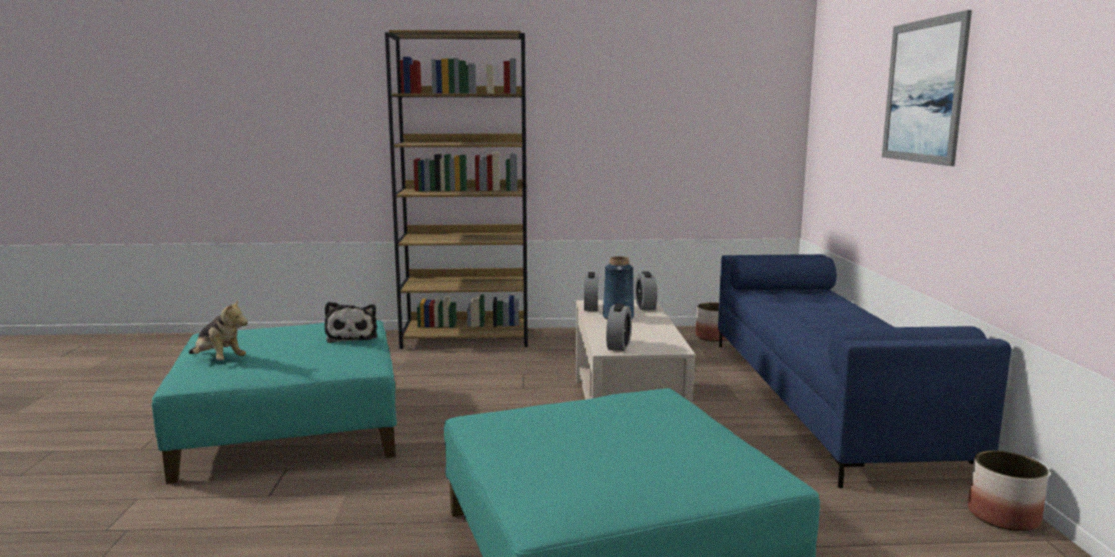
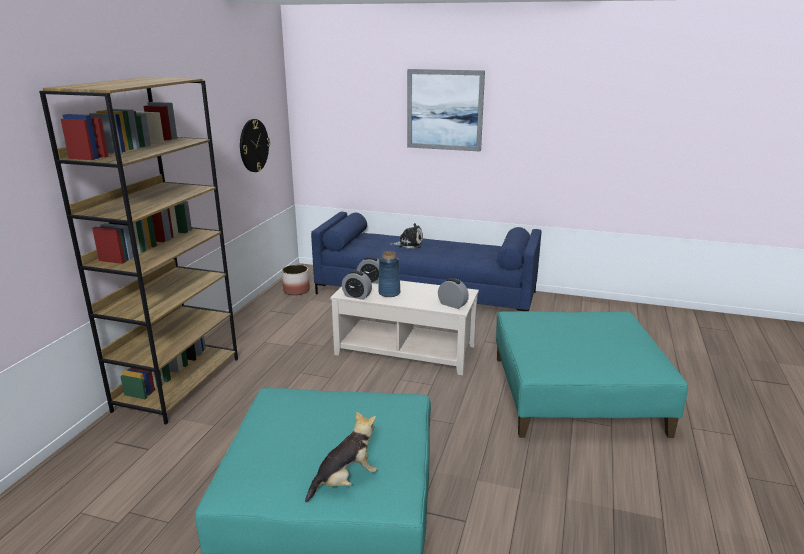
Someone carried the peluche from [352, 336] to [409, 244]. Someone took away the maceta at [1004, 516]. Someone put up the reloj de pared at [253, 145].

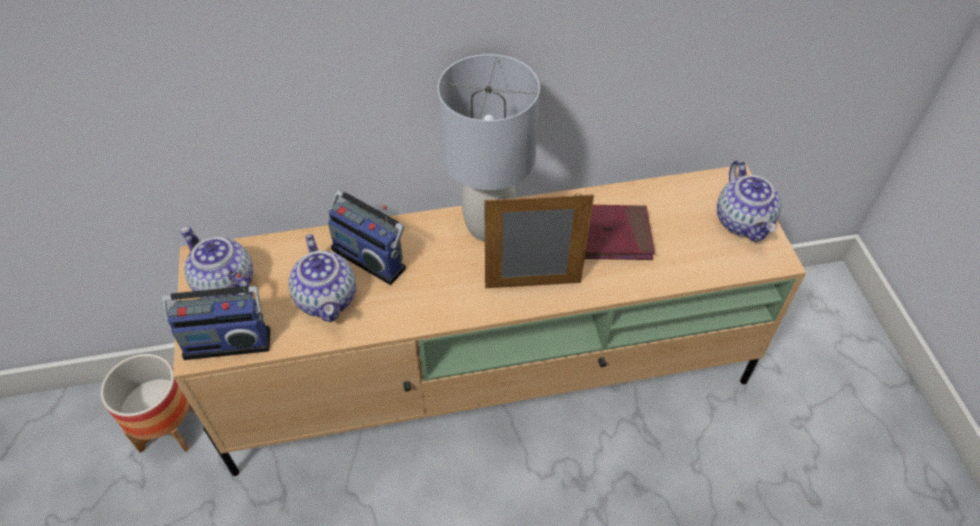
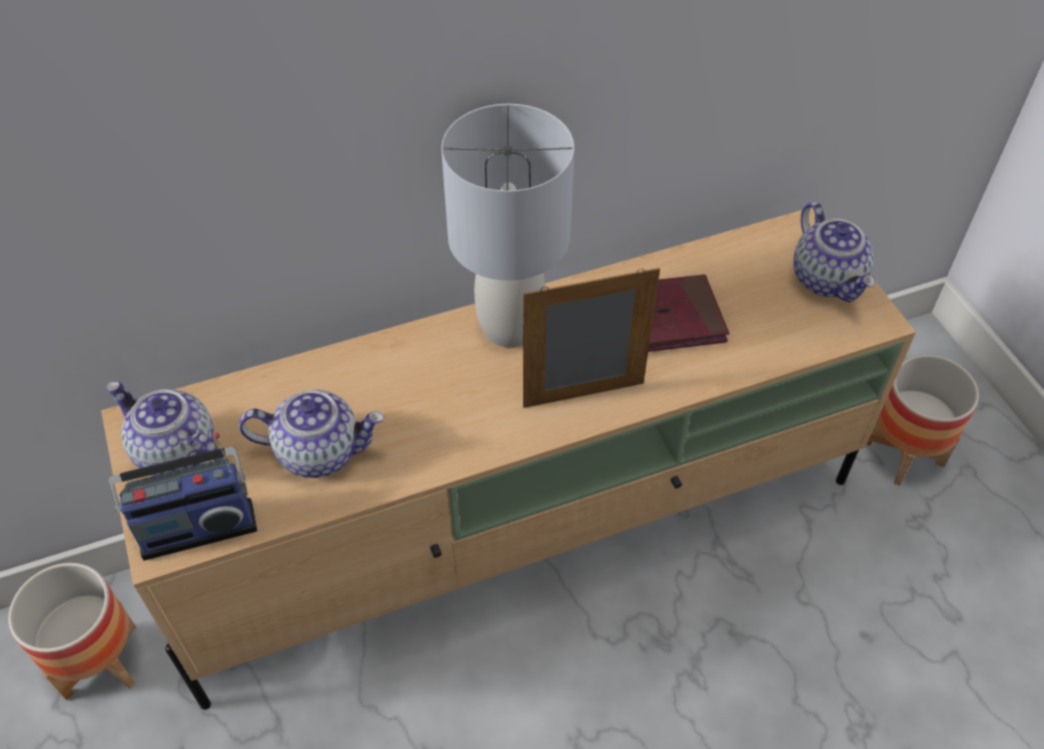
Someone took away the radio at [371, 256]. Someone rotated the tetera at [327, 298] by 60 degrees counterclockwise. Someone put down the maceta at [902, 452].

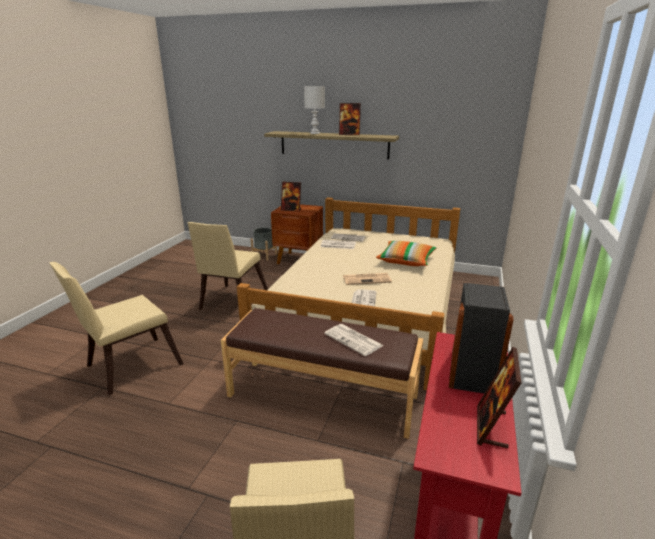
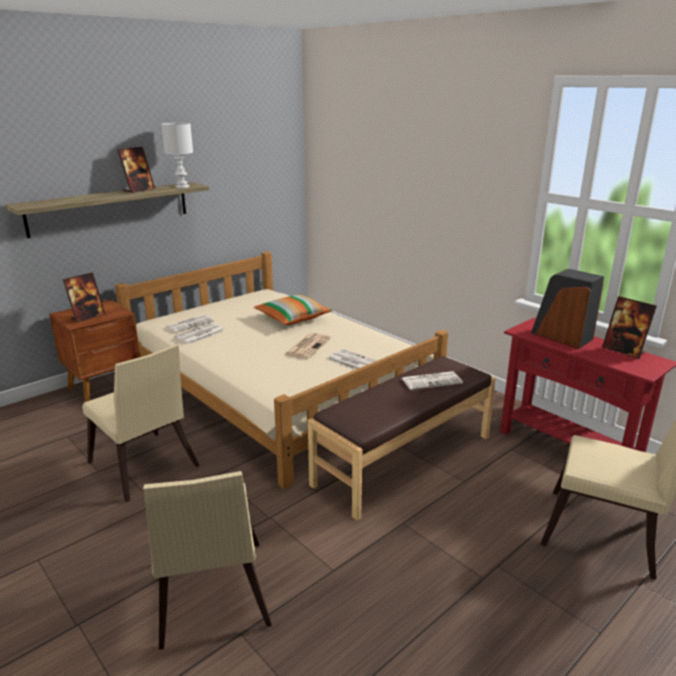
Someone carried the lámpara de mesa/blanco from [315, 133] to [182, 186]. Someone took away the maceta/gris at [264, 256].

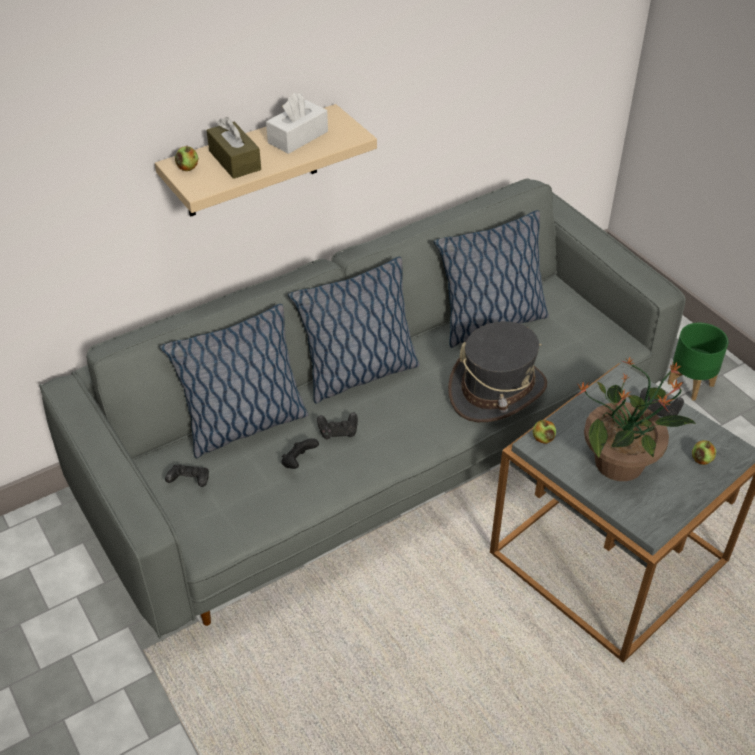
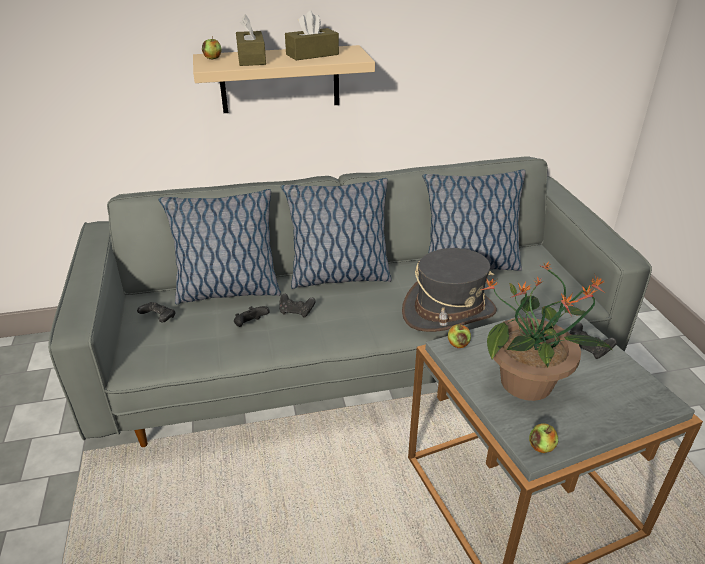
Someone repainted the caja de pañuelos/blanco at [298, 137], which became the caja de pañuelos/marrón at [312, 54]. Someone took away the maceta/verde at [691, 384]. Someone carried the manzana from [701, 459] to [541, 447].

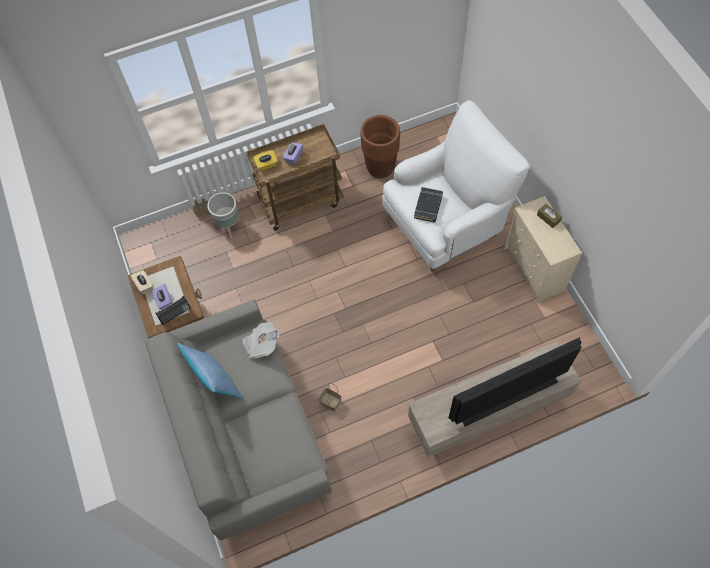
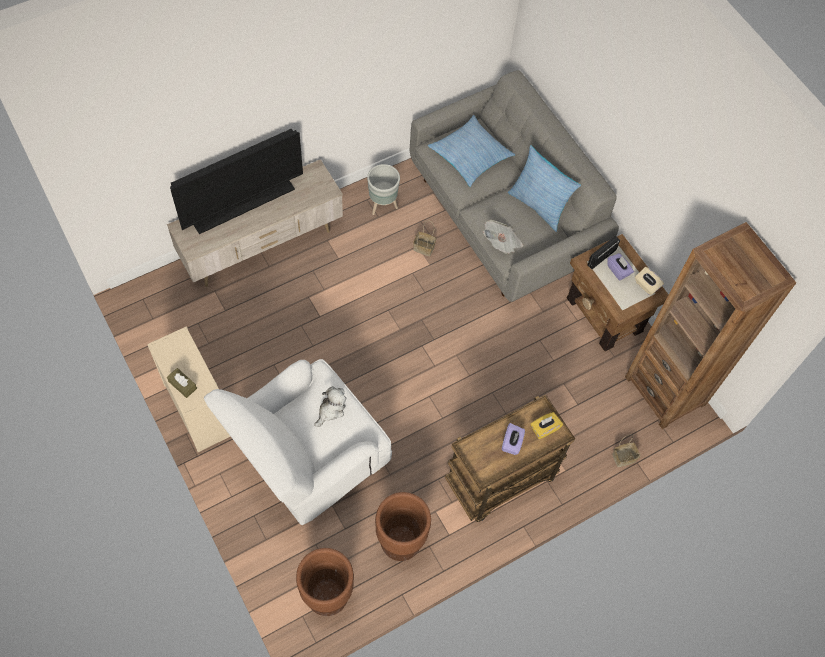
Someone swapped the libro/negro at [428, 206] for the peluche at [331, 410]. Someone carried the maceta/gris from [229, 227] to [383, 205]. Someone put down the cojín at [470, 155]. Someone put down the estantería/marrón at [665, 390]. Someone put down the maceta/marrón at [327, 597].

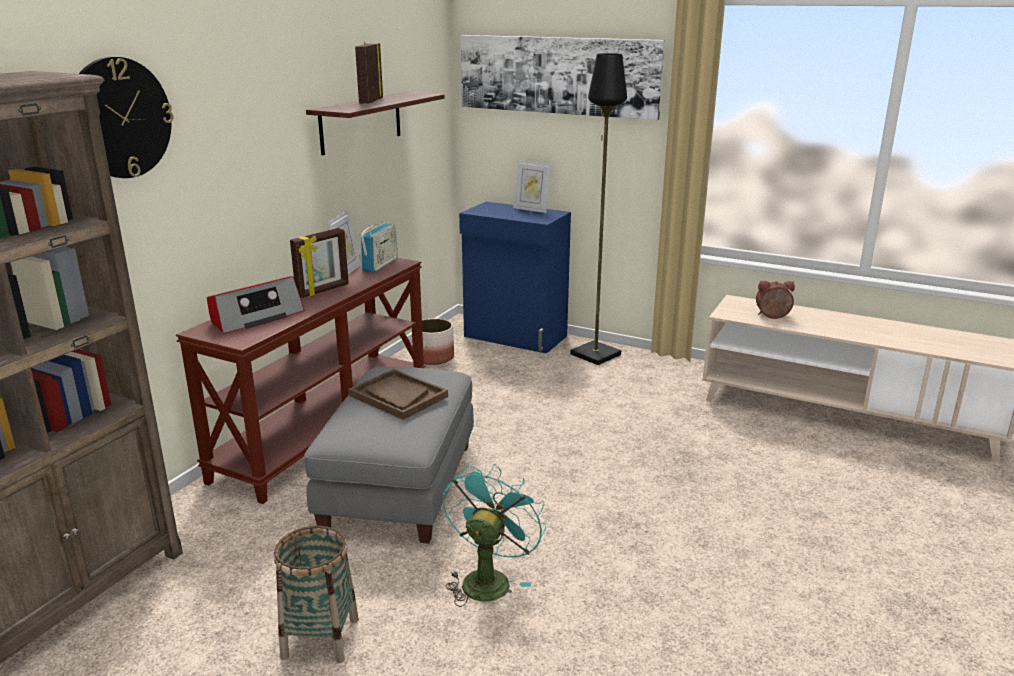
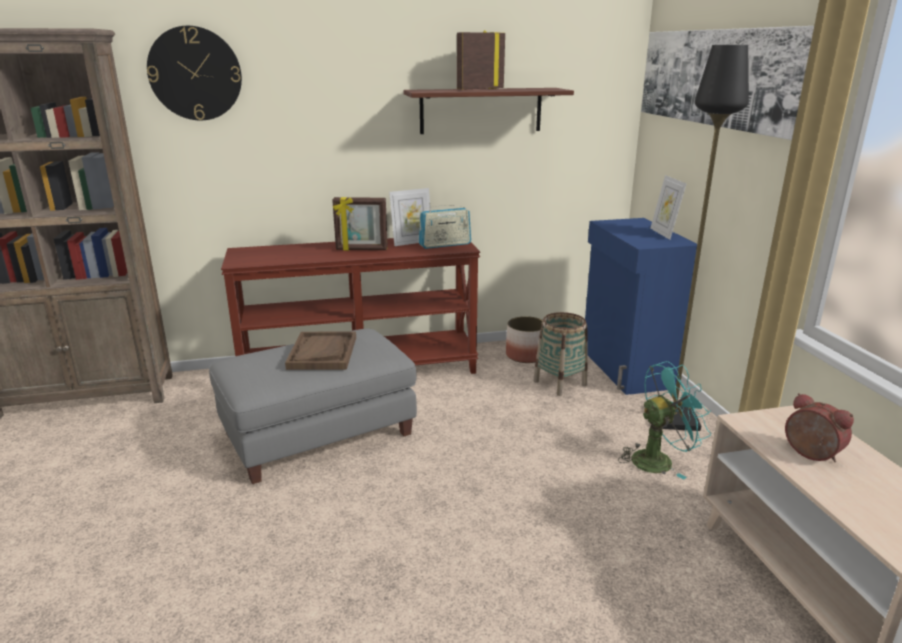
Someone took away the radio at [255, 317]. Someone carried the ventilador/turquesa from [488, 578] to [658, 459]. Someone carried the cesta from [320, 637] to [560, 383].

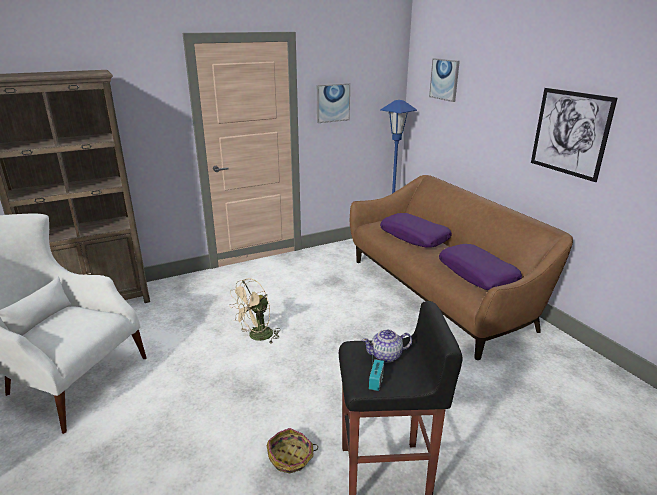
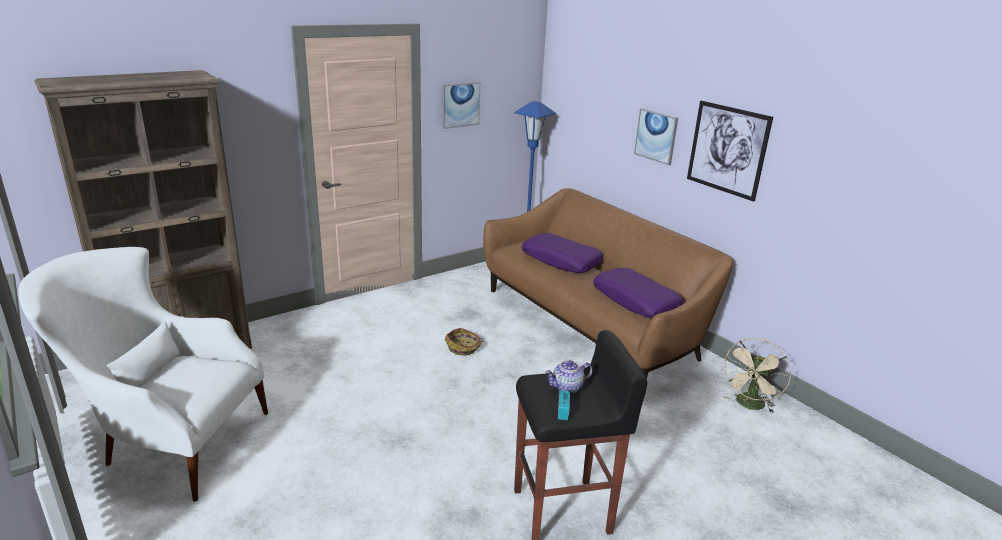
Someone carried the cuadro from [444, 79] to [656, 136]. Someone carried the ventilador/beis from [257, 337] to [749, 405]. Someone carried the cesta from [291, 458] to [463, 348].

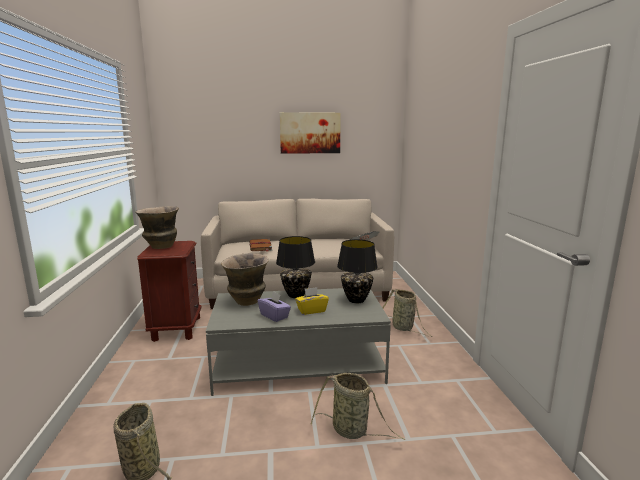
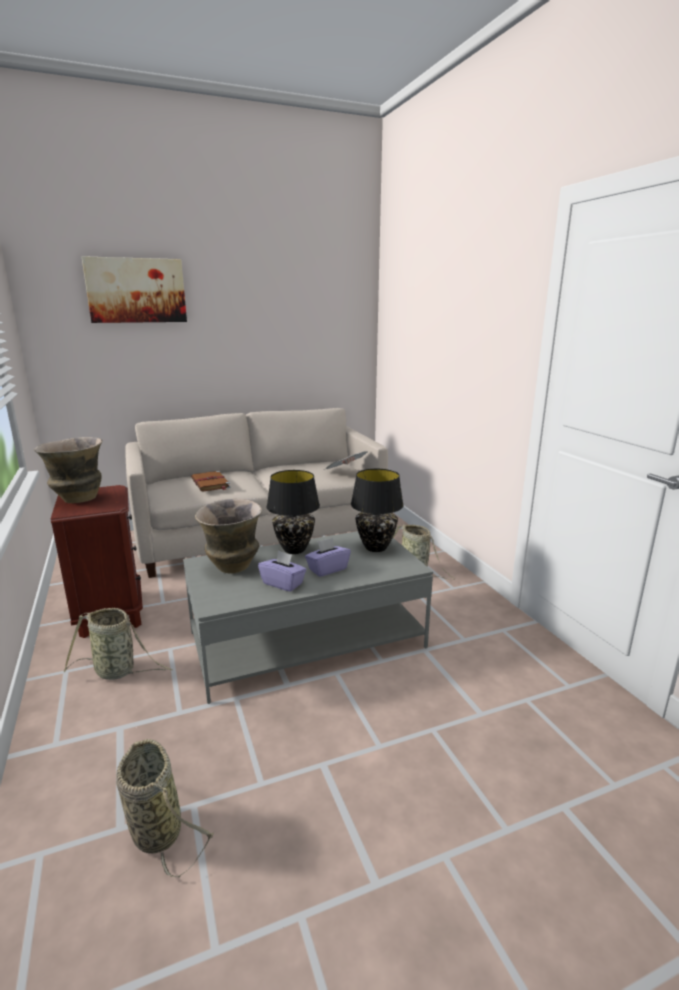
Someone carried the cuadro from [310, 133] to [136, 290]. Someone repainted the caja de pañuelos/amarillo at [311, 310], which became the caja de pañuelos/morado at [327, 569]. Someone carried the cesta from [352, 431] to [118, 671].

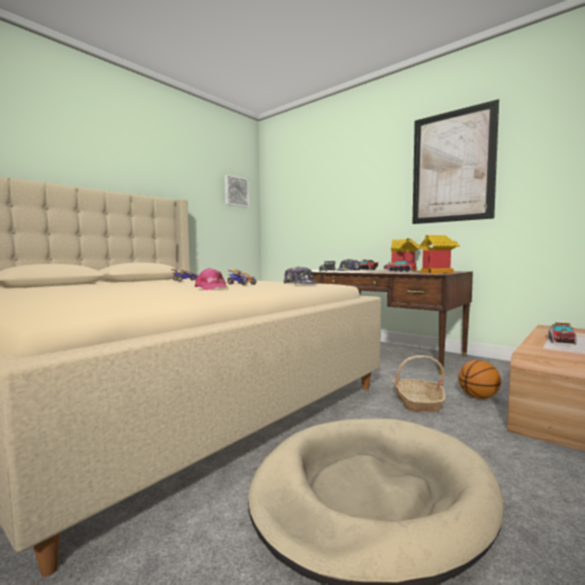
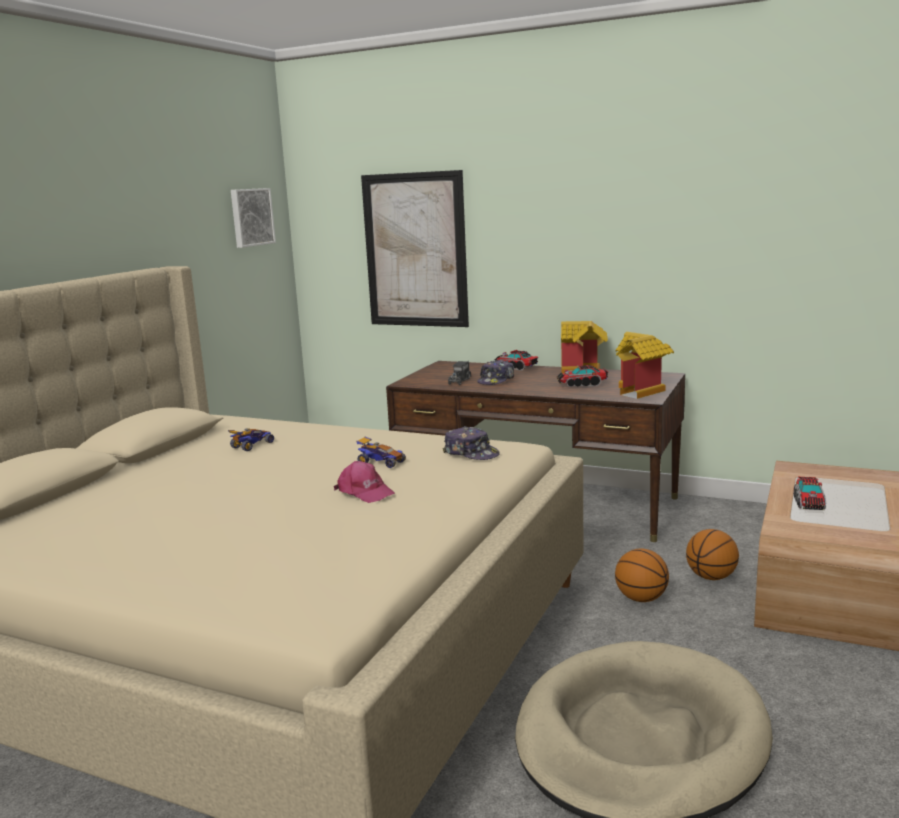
Someone carried the cuadro from [452, 167] to [415, 250]. Someone swapped the cesta at [417, 402] for the balón de baloncesto at [641, 599].

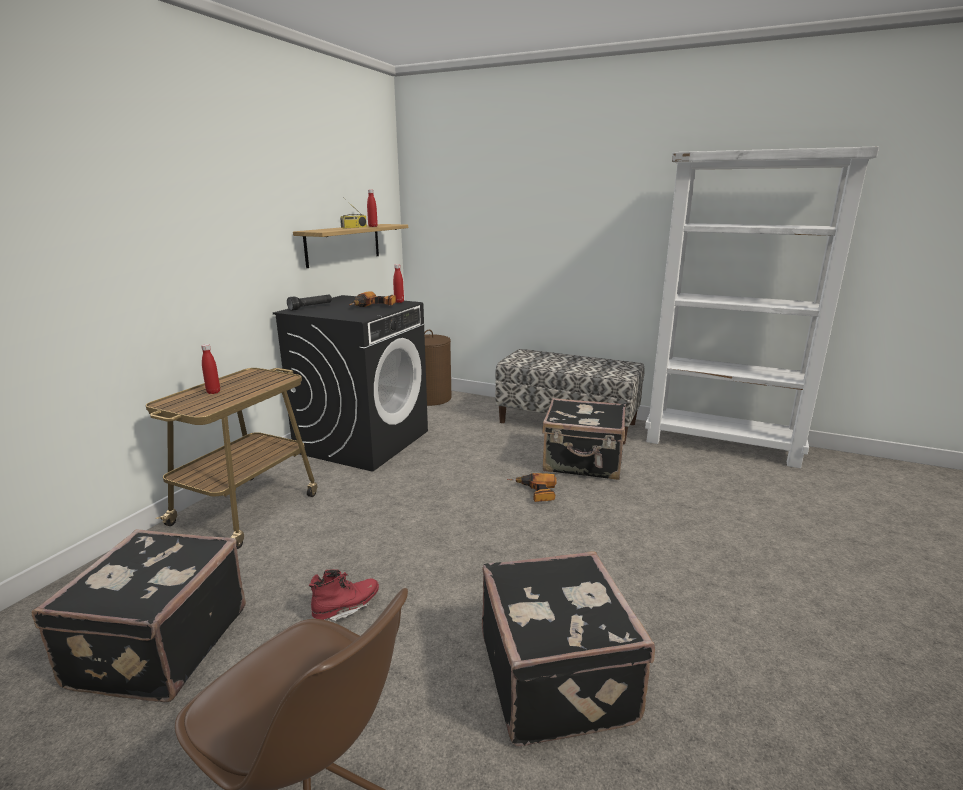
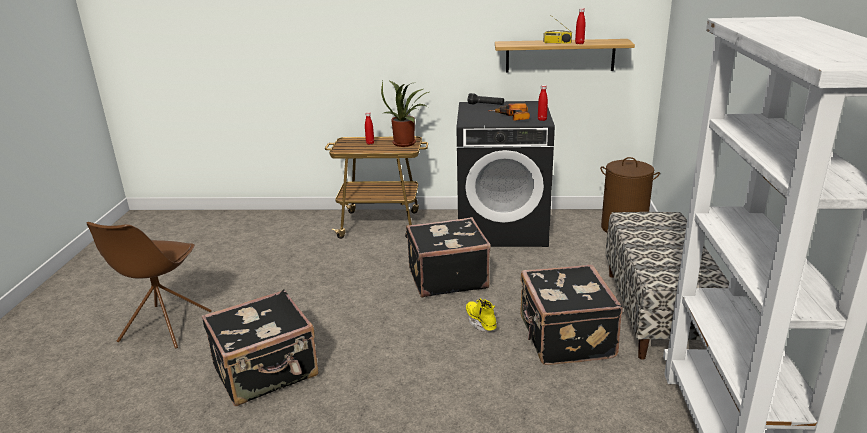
Someone swapped the taladro at [535, 493] for the bota/amarillo at [481, 323]. Someone carried the maleta/negro from [157, 646] to [446, 278]. Someone took away the bota/rojo at [346, 608]. Someone put down the planta en maceta at [406, 143].

